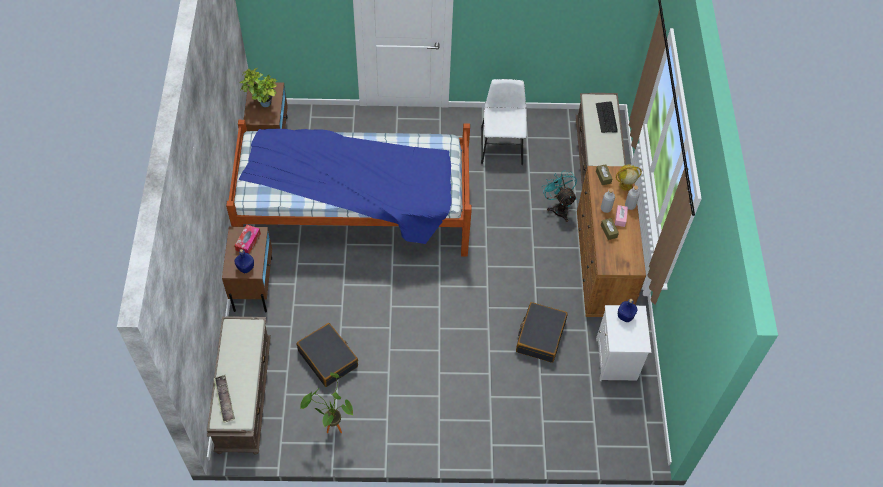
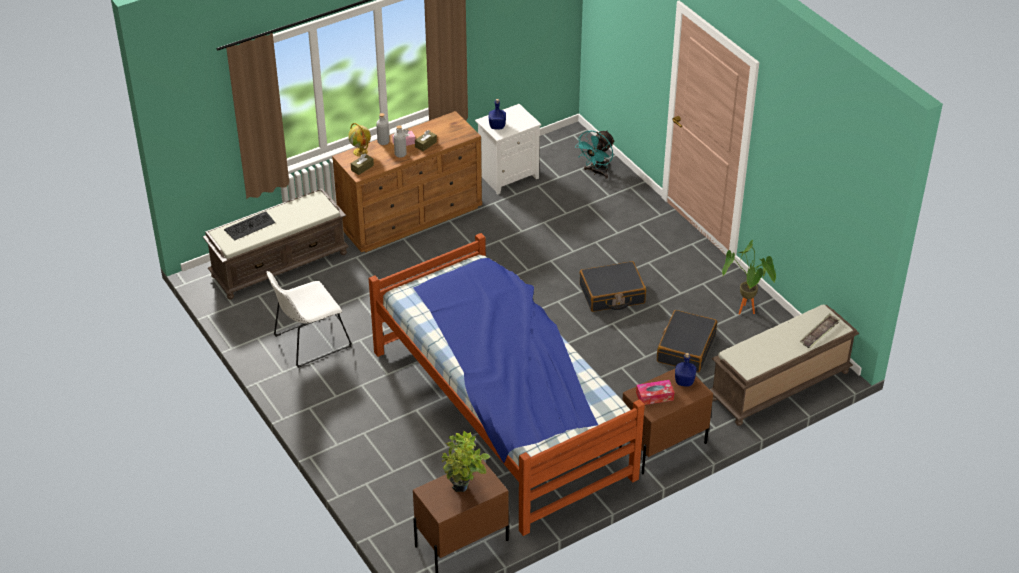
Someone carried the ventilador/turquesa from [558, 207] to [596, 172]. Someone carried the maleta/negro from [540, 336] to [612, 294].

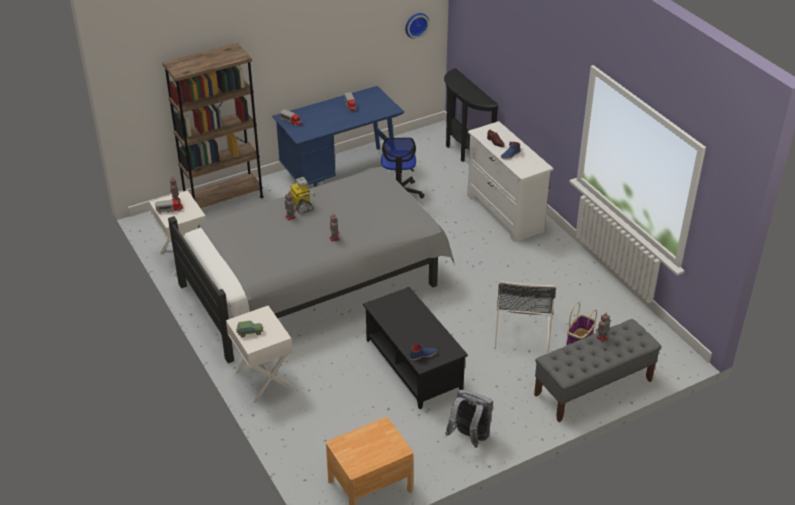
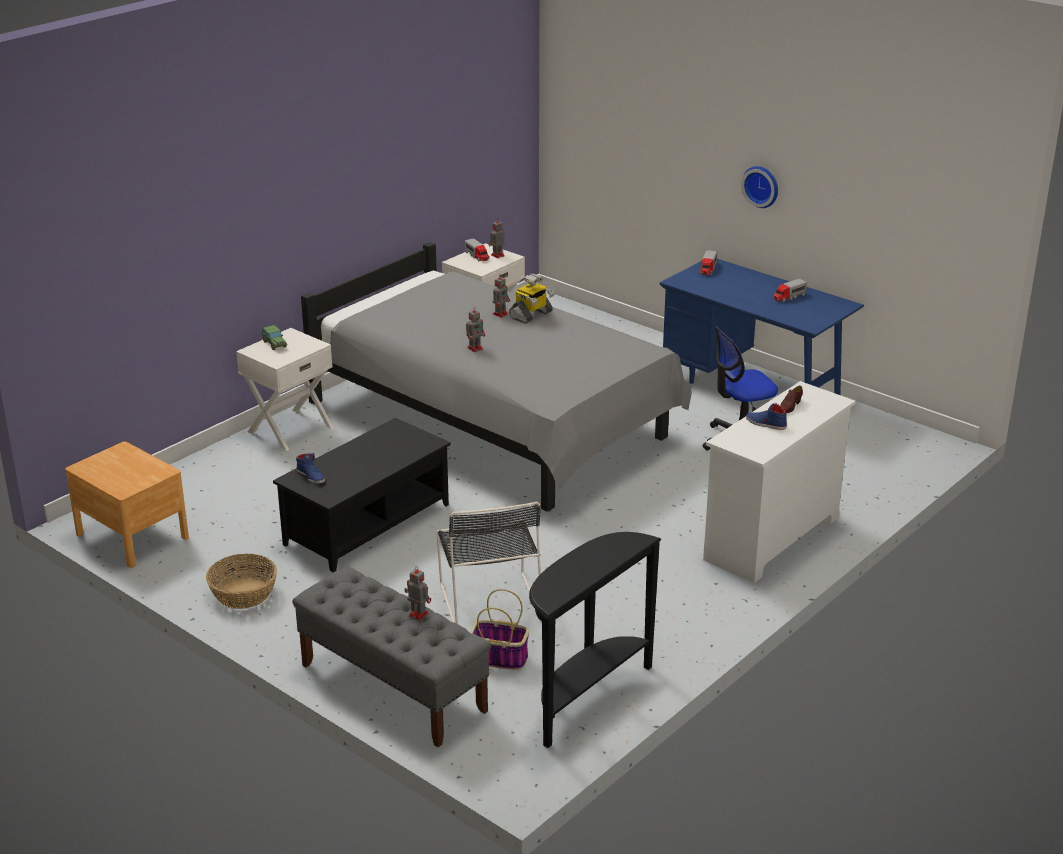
Someone carried the reloj de pared from [416, 24] to [762, 186]. Someone took away the estantería/marrón at [223, 199]. Someone carried the mesa consola/negro from [464, 151] to [584, 697]. Someone rotated the silla/negro at [522, 331] by 90 degrees counterclockwise. Someone swapped the mochila/gris at [469, 437] for the cesta at [243, 593].

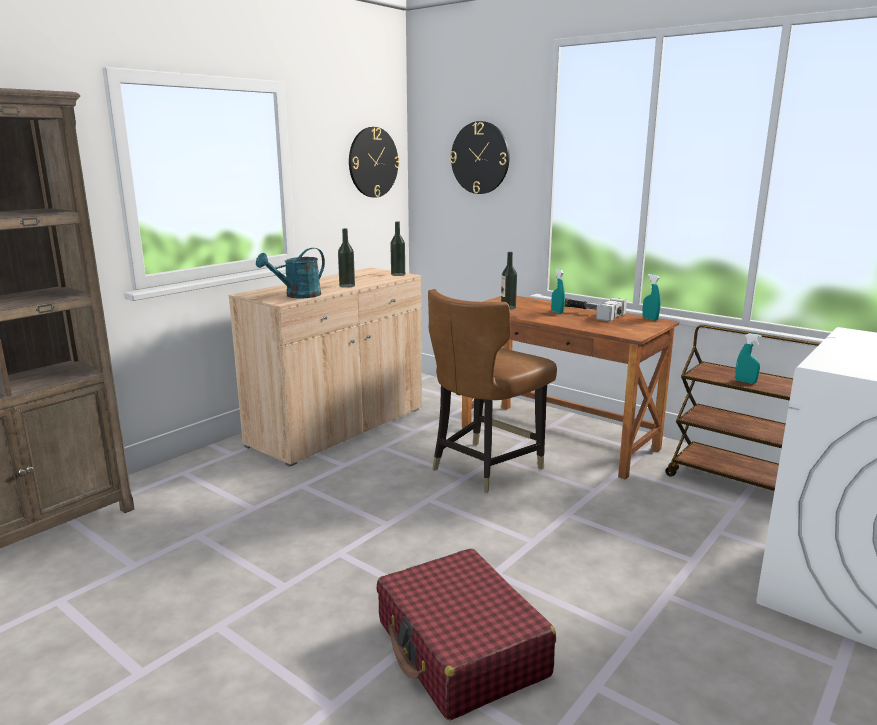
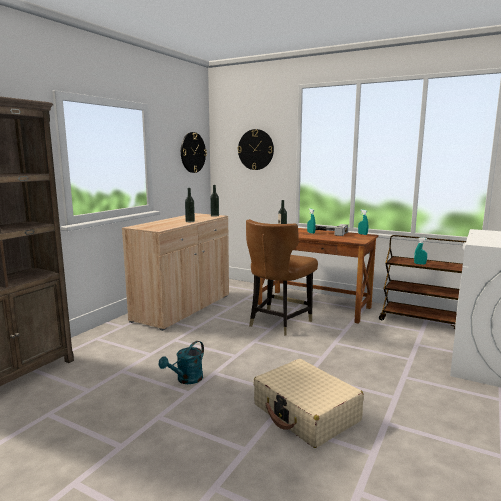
Someone carried the regadera/turquesa from [297, 296] to [186, 380]. Someone repainted the maleta/rojo at [461, 649], which became the maleta/beis at [306, 413].

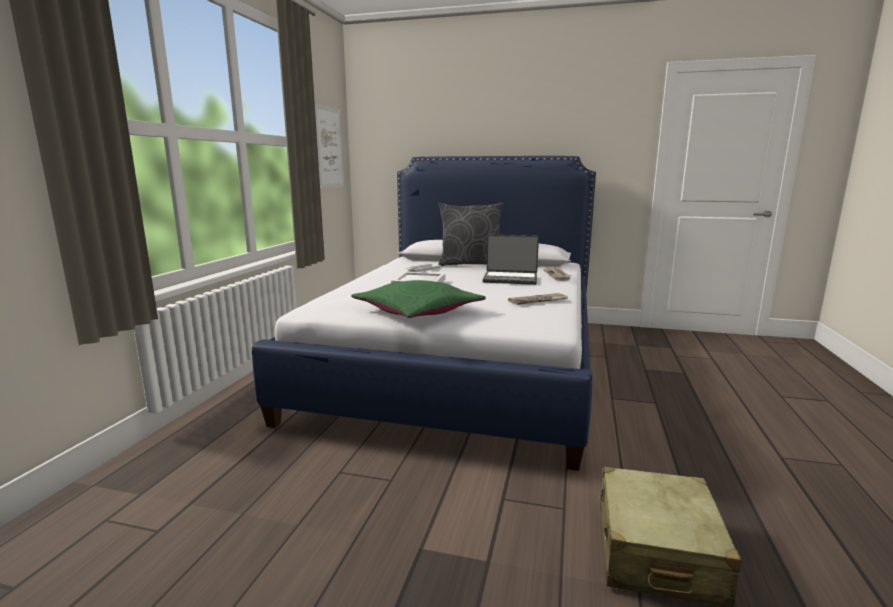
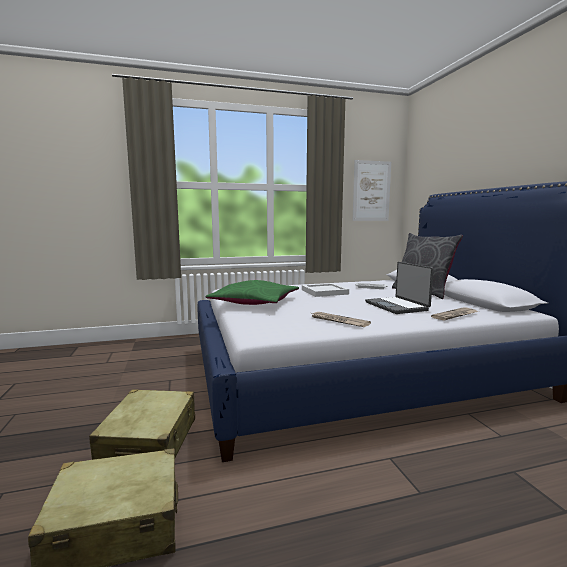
Someone put down the maleta/beis at [149, 442].

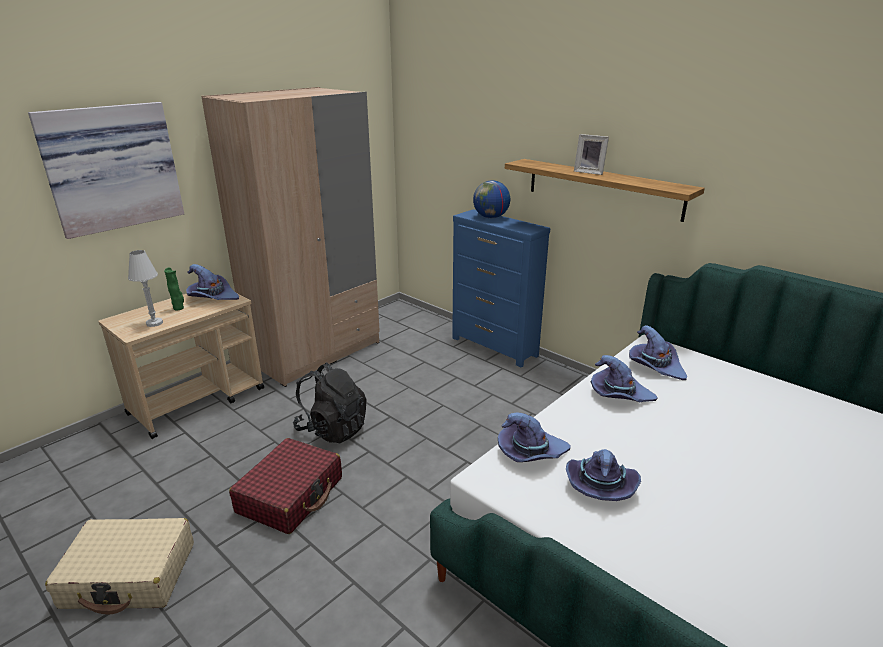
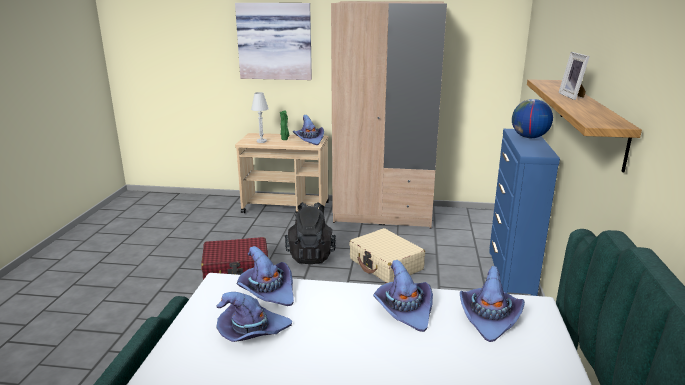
Someone carried the maleta/beis from [130, 575] to [386, 264].

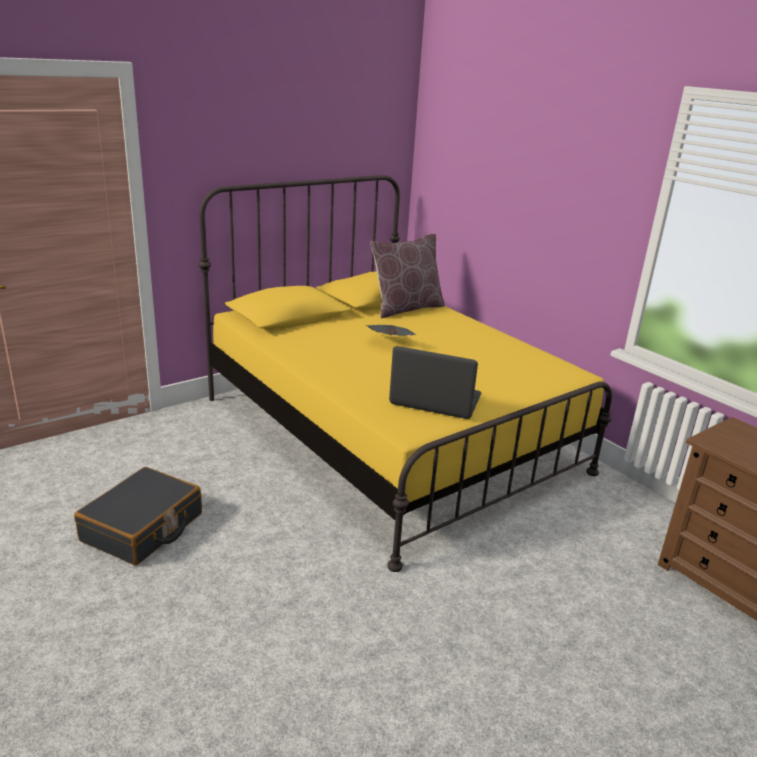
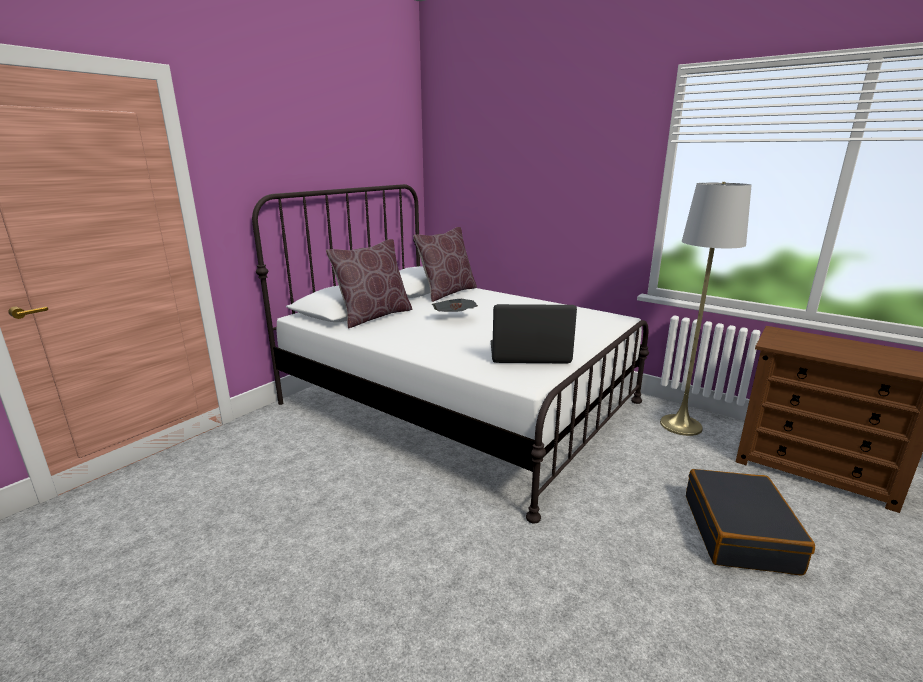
Someone repainted the cama/amarillo at [389, 434], which became the cama/blanco at [458, 402]. Someone carried the maleta/negro from [143, 528] to [739, 533]. Someone put down the lámpara de pie/gris at [681, 425]. Someone put down the cojín/marrón at [374, 316].

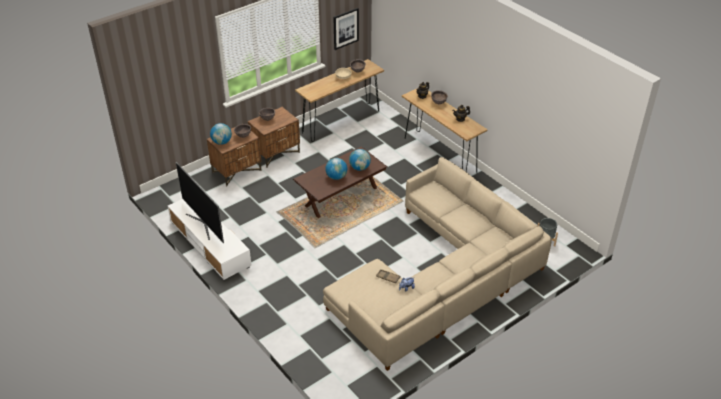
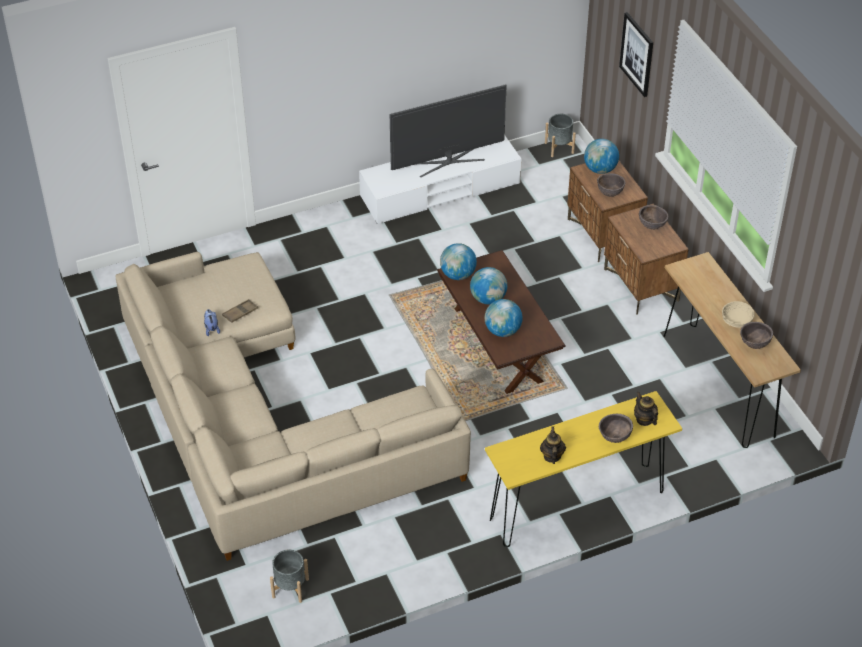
Someone carried the cuadro from [345, 28] to [637, 54]. Someone repainted the mesa consola/marrón at [440, 155], which became the mesa consola/amarillo at [577, 506]. Someone put down the maceta/gris at [559, 147]. Someone put down the globo terráqueo at [457, 274].

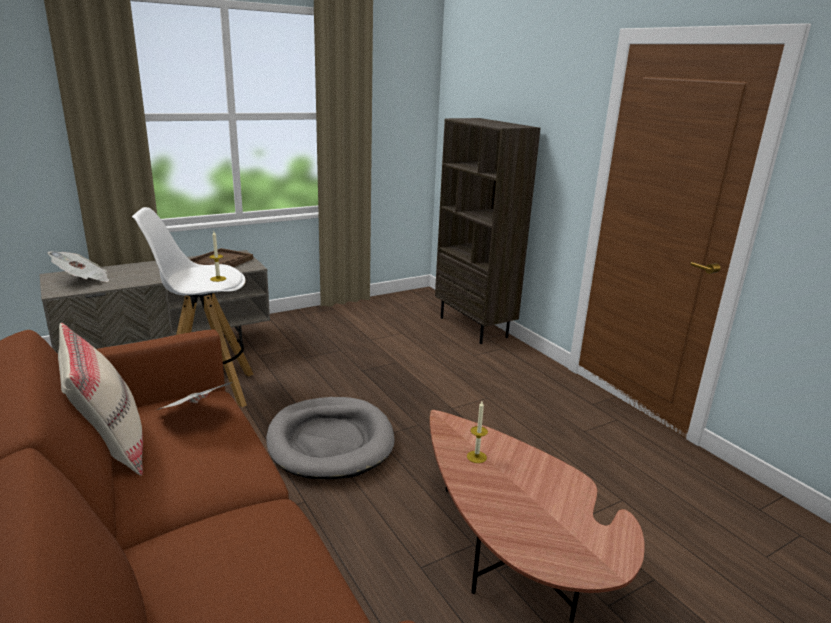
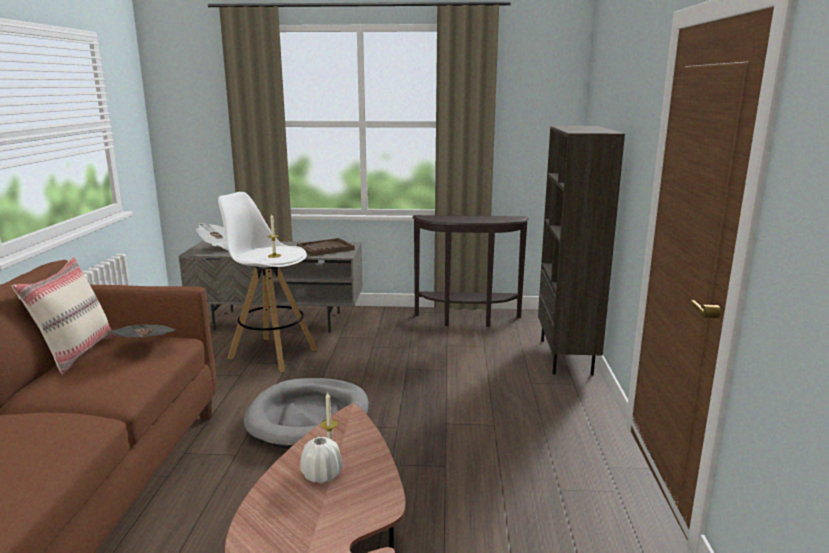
Someone put down the mesa consola/marrón at [468, 320]. Someone put down the florero/blanco at [322, 475].

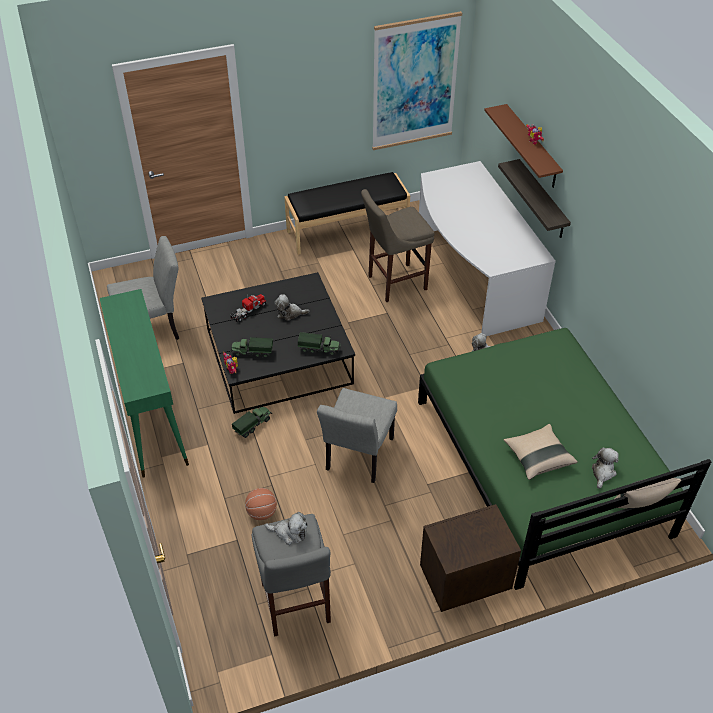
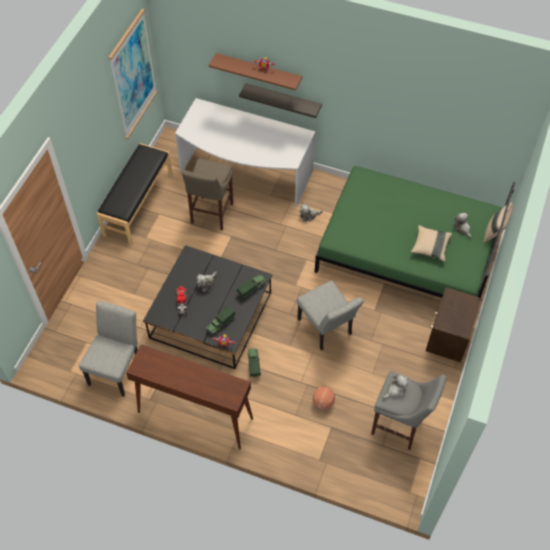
Someone repainted the mesa consola/verde at [151, 417], which became the mesa consola/marrón at [194, 415].

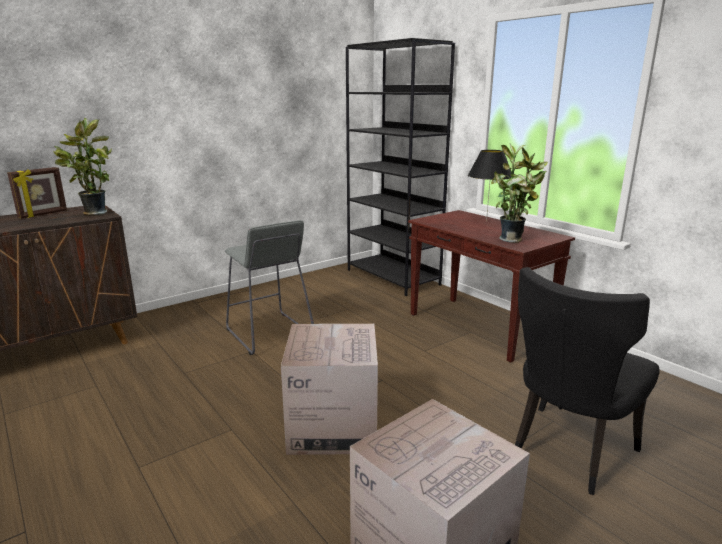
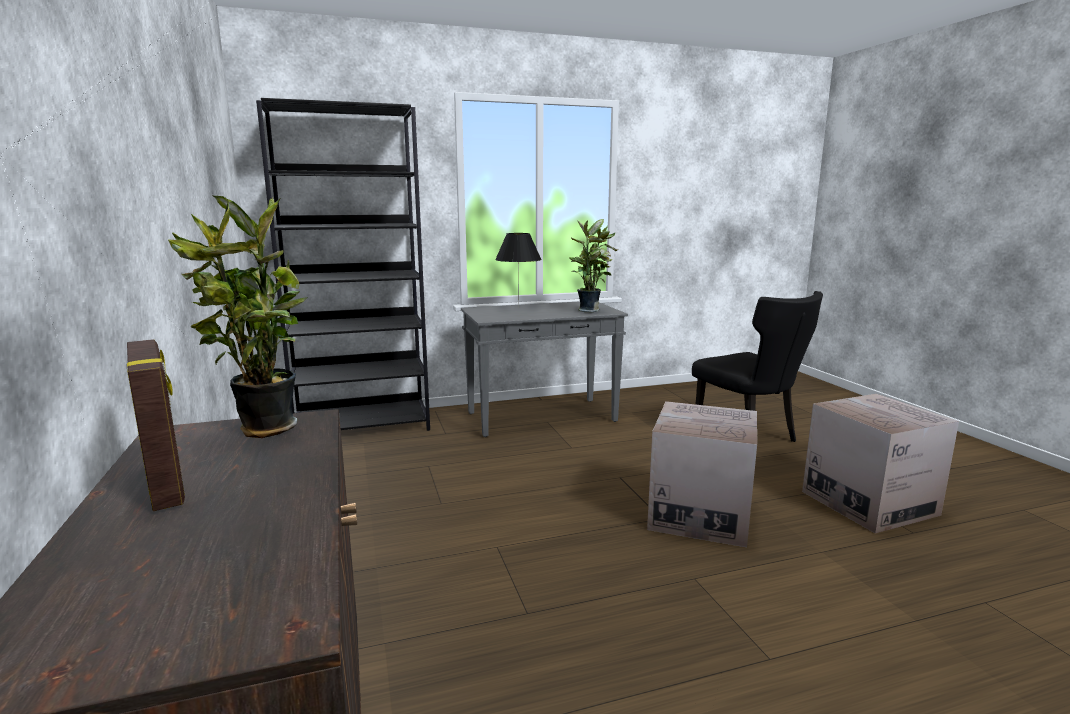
Someone repainted the mesa consola/marrón at [479, 328], which became the mesa consola/gris at [542, 417]. Someone took away the taburete/gris at [269, 333].

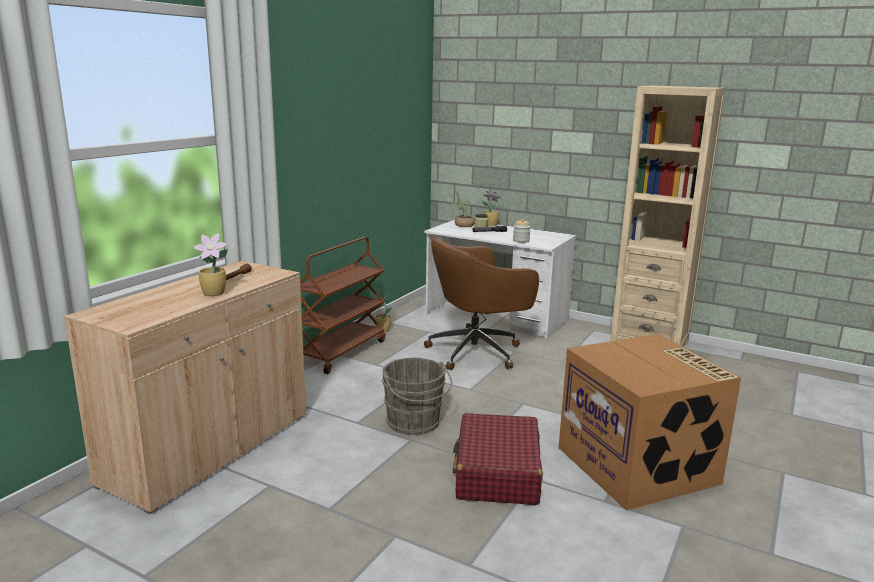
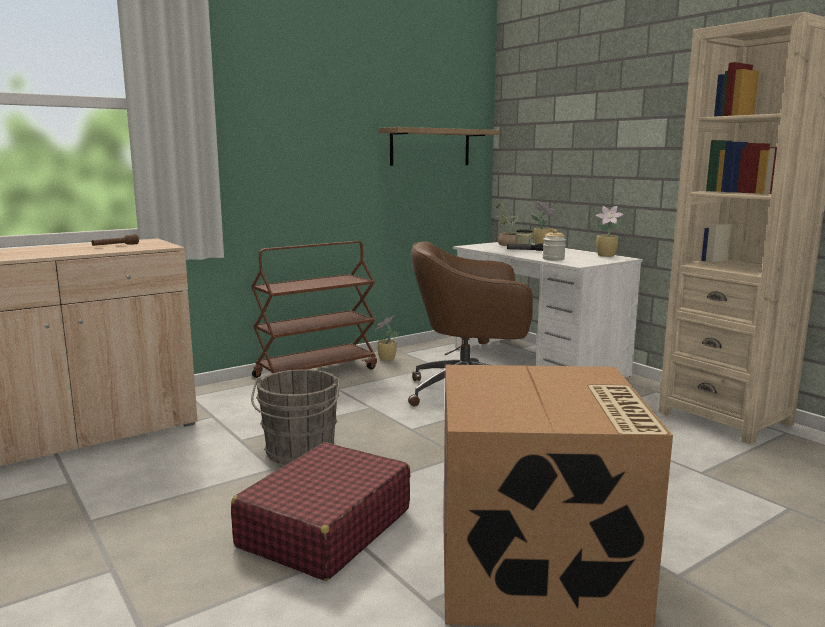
Someone carried the planta en maceta from [215, 293] to [607, 255]. Someone put up the estante at [430, 147].

